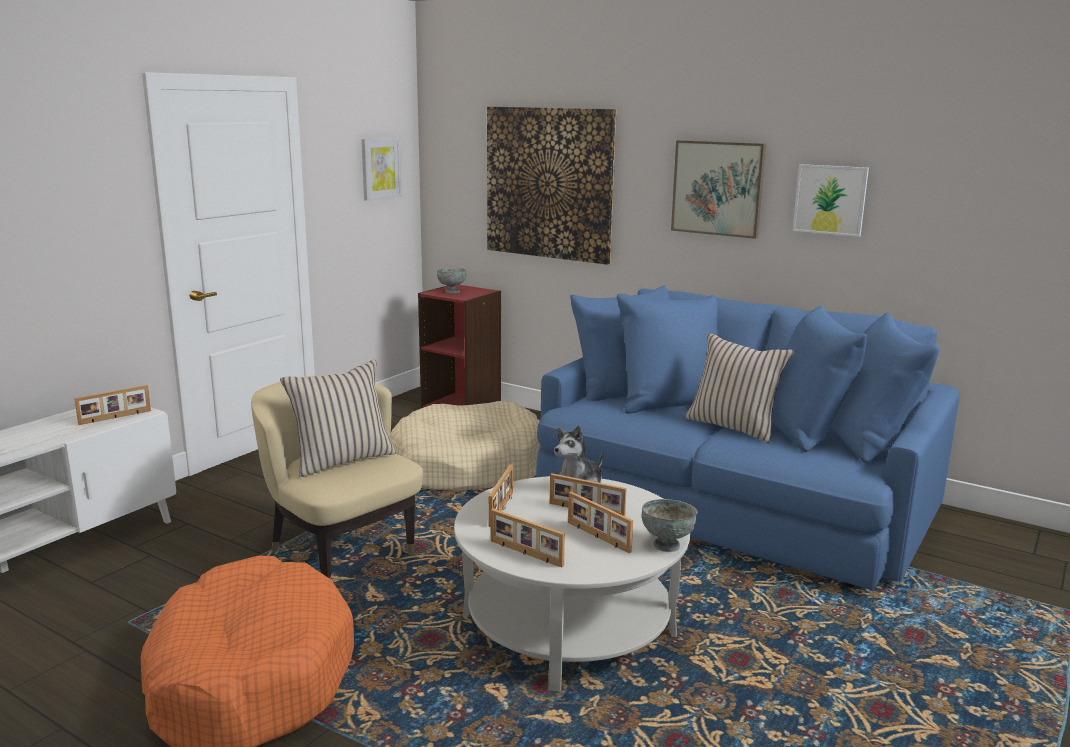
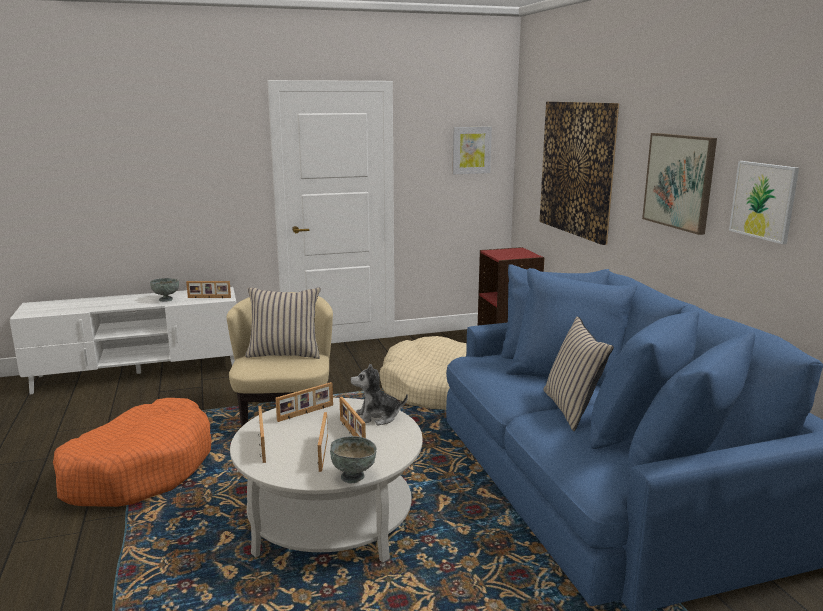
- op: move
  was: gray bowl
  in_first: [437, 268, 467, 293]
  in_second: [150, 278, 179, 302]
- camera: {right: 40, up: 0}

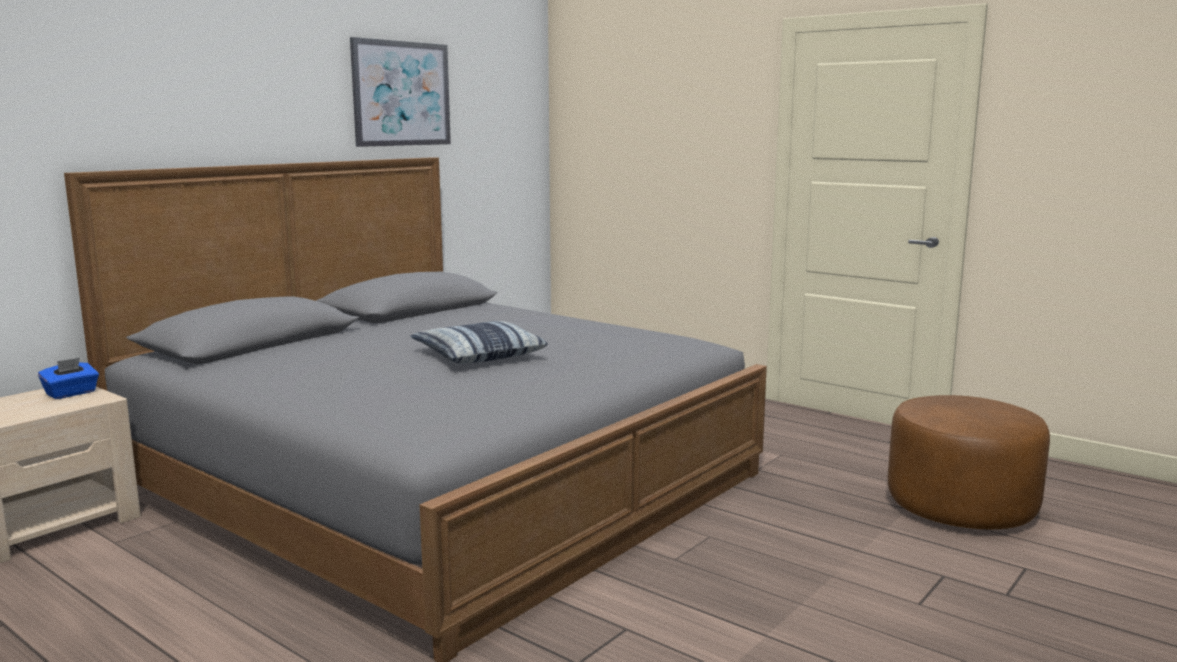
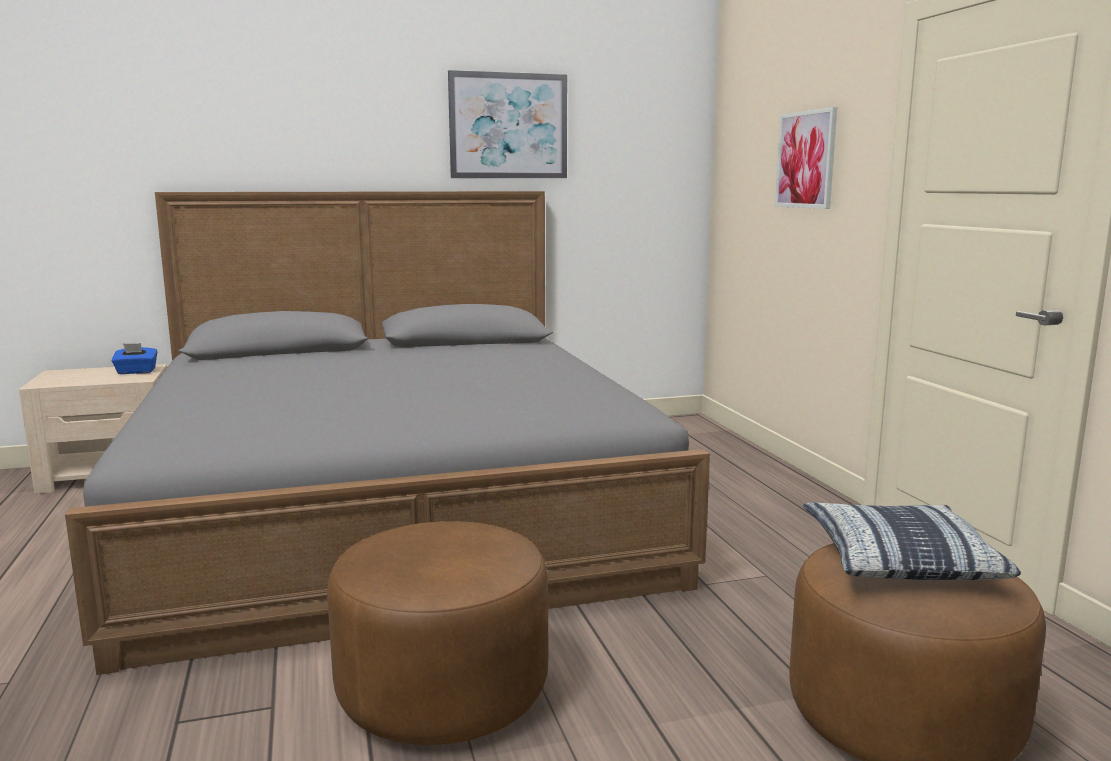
- op: move
  was: pillow
  in_first: [410, 321, 548, 364]
  in_second: [803, 502, 1021, 580]
- op: insert
  now: picture
  in_second: [775, 107, 837, 209]
- op: insert
  now: brown ottoman
  in_second: [327, 521, 548, 745]
- camera: {right: 35, up: 0}

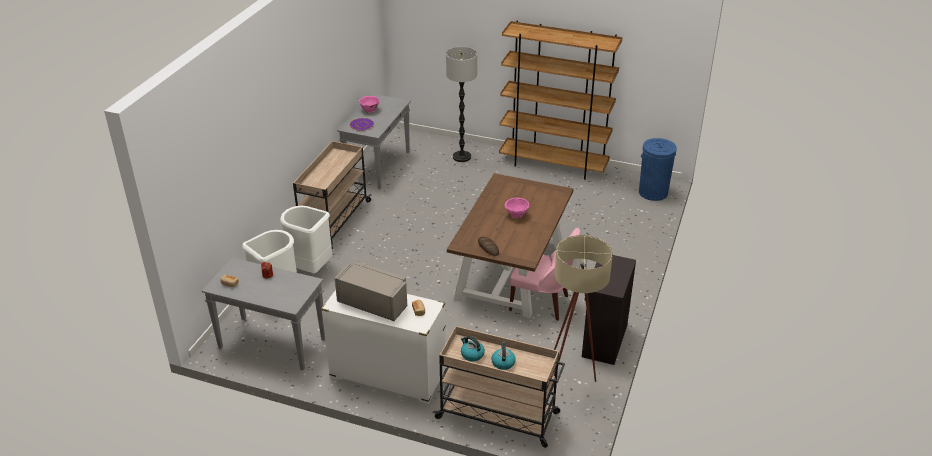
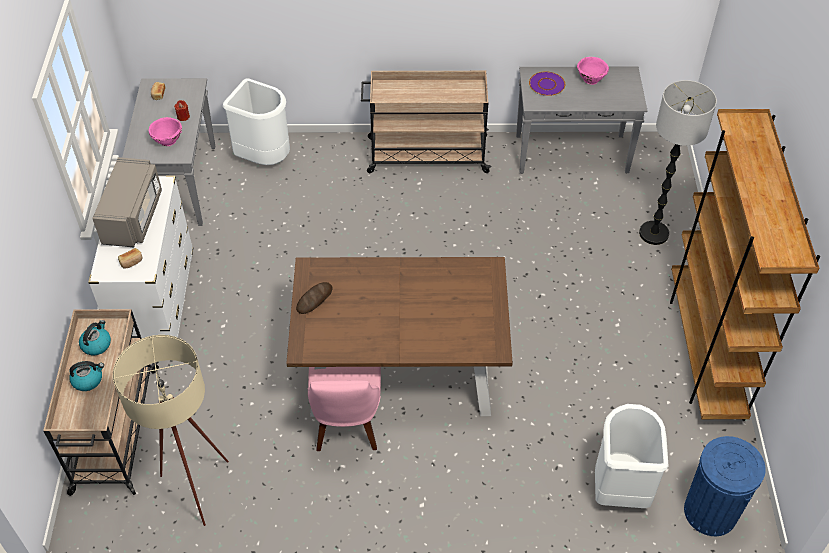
- op: move
  was: pink-coloured bowl
  in_first: [505, 198, 529, 218]
  in_second: [149, 117, 182, 146]
- op: move
  was: white-coloured waste bin
  in_first: [280, 206, 332, 274]
  in_second: [595, 404, 669, 508]
- op: delete
  was: black storage cabinet
  in_first: [582, 255, 636, 365]
- camera: {right: 70, up: 15}

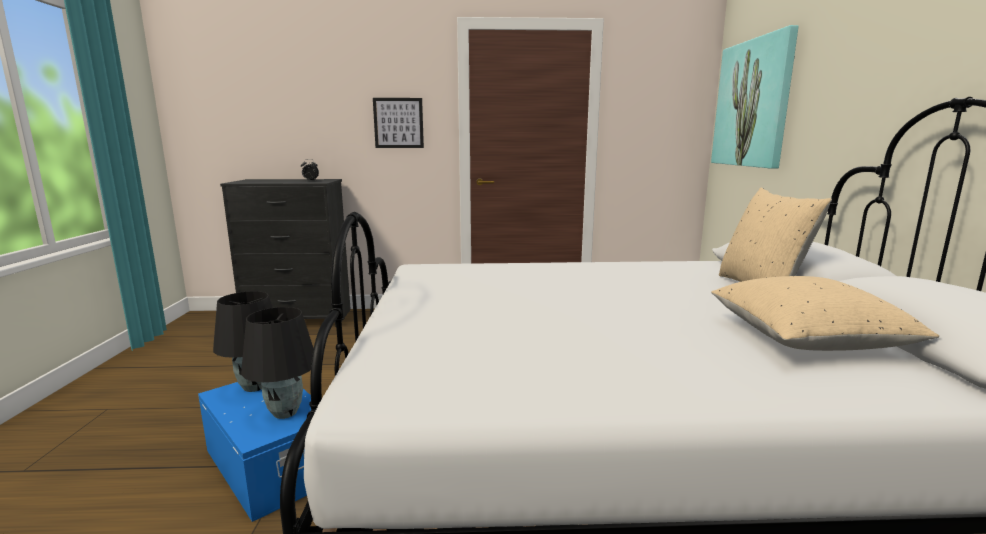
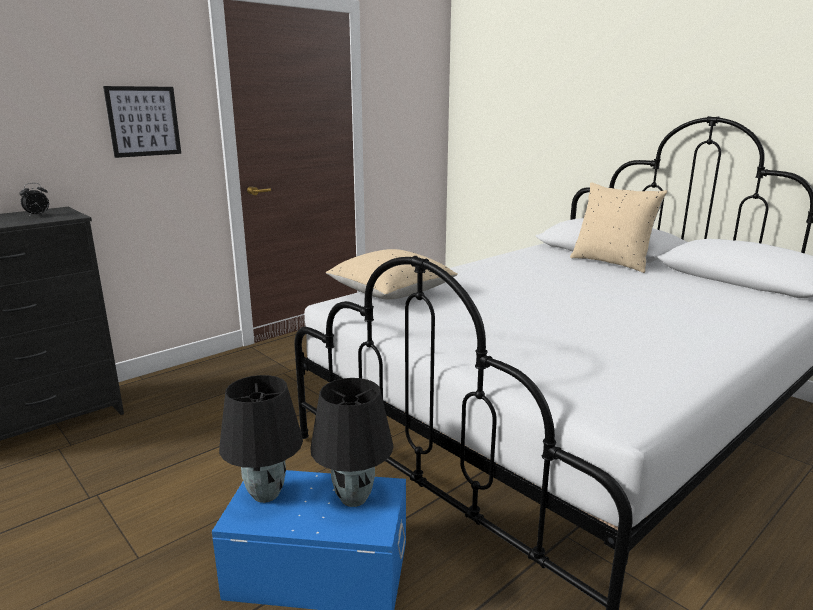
- op: delete
  was: picture
  in_first: [711, 25, 799, 169]
- op: move
  was: beige pillow
  in_first: [711, 276, 939, 351]
  in_second: [326, 249, 458, 300]
- camera: {right: -40, up: 5}

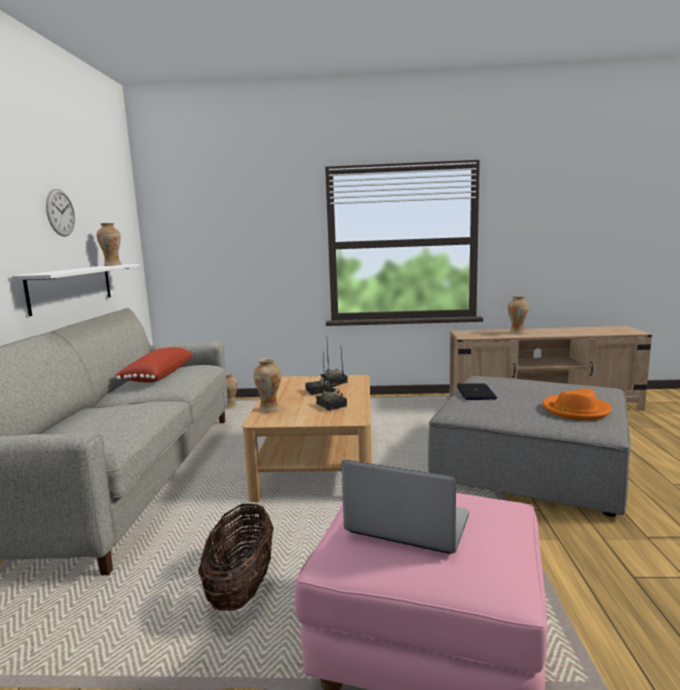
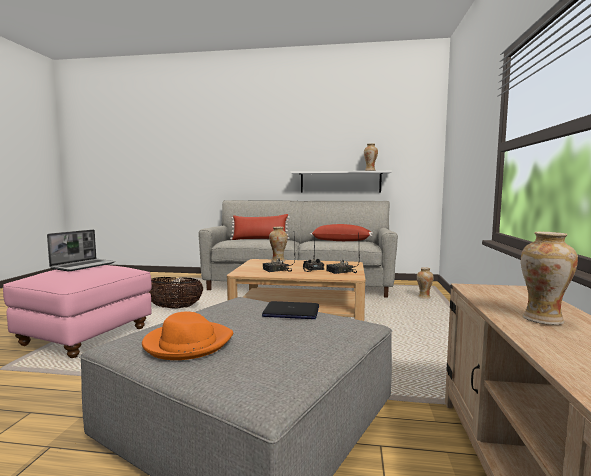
- op: delete
  was: clock on the wall
  in_first: [46, 189, 75, 237]
- op: insert
  now: red-coloured pillow
  in_second: [230, 214, 290, 240]
- camera: {right: 95, up: -5}

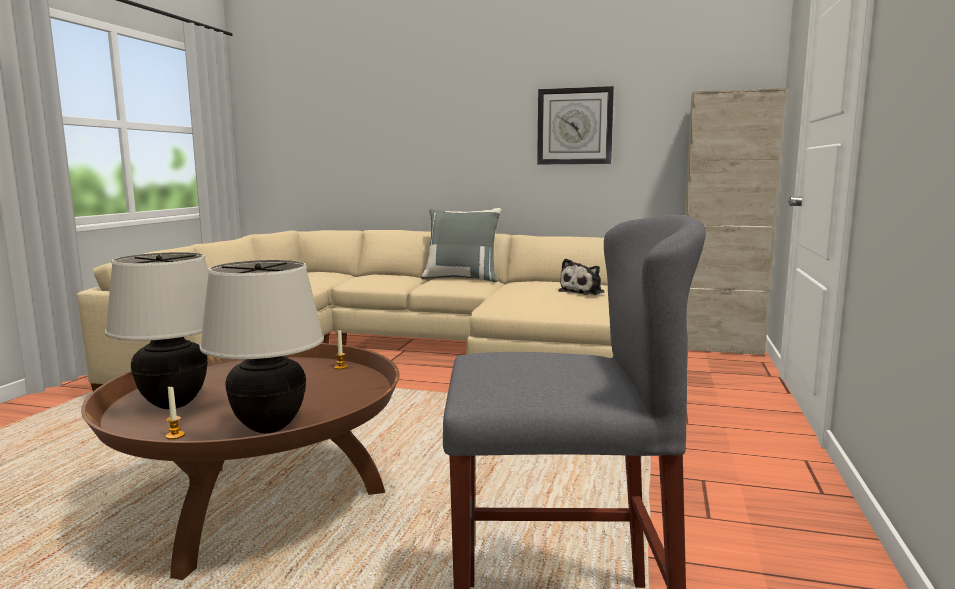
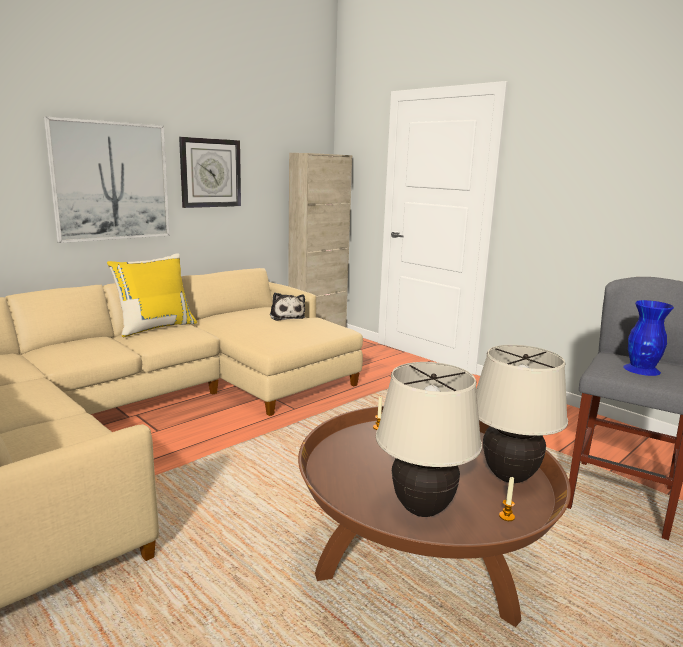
- op: recolor
  was: gray pillow
  now: yellowish pillow
  in_first: [421, 208, 501, 282]
  in_second: [107, 253, 197, 338]
- op: insert
  now: picture
  in_second: [44, 116, 170, 243]
- op: insert
  now: blue-coloured flower vase
  in_second: [623, 300, 674, 376]
- camera: {right: -60, up: 5}

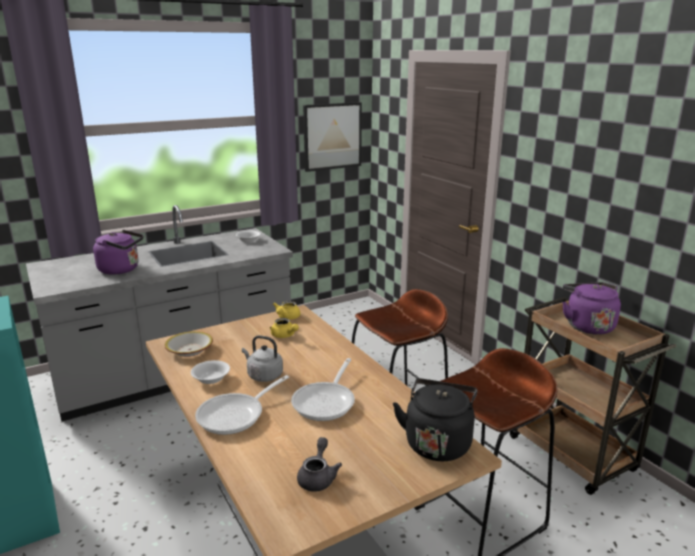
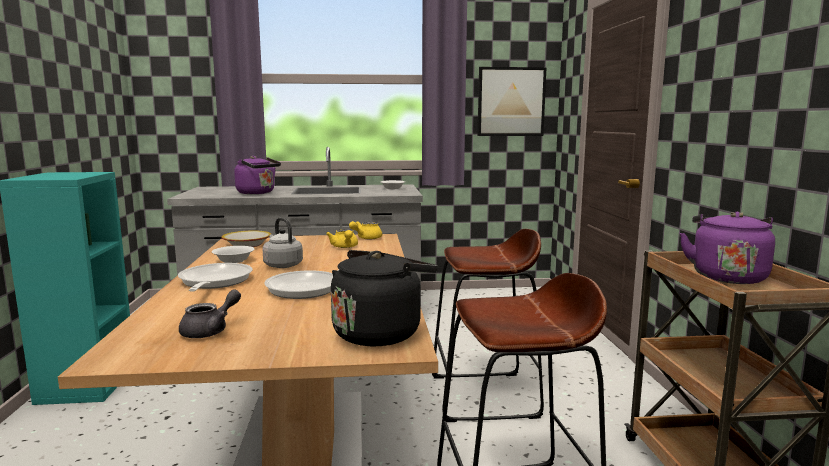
- op: rotate
  was: skillet
  in_first: [195, 375, 289, 435]
  in_second: [178, 263, 253, 292]
  clockwise: 105
- camera: {right: 25, up: -10}

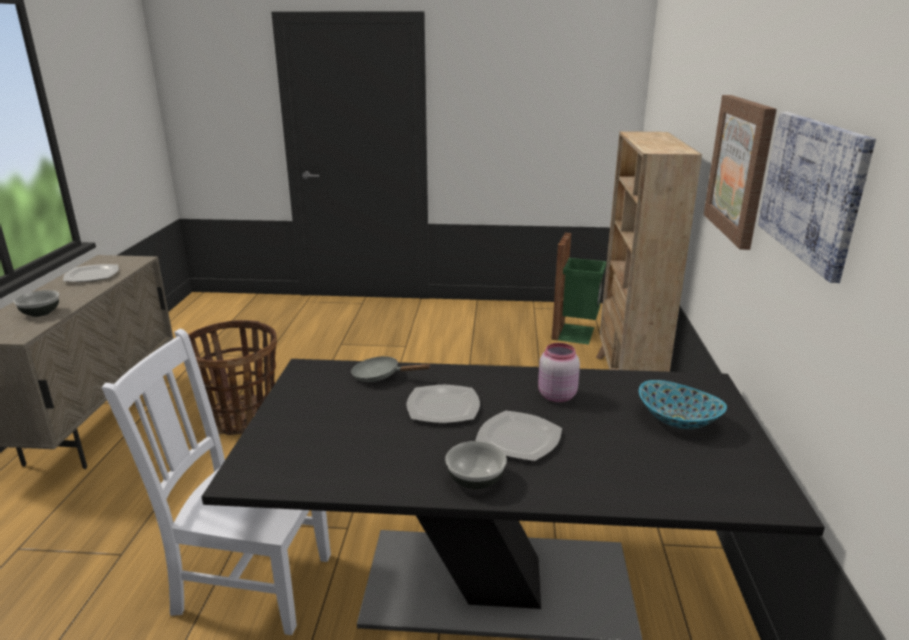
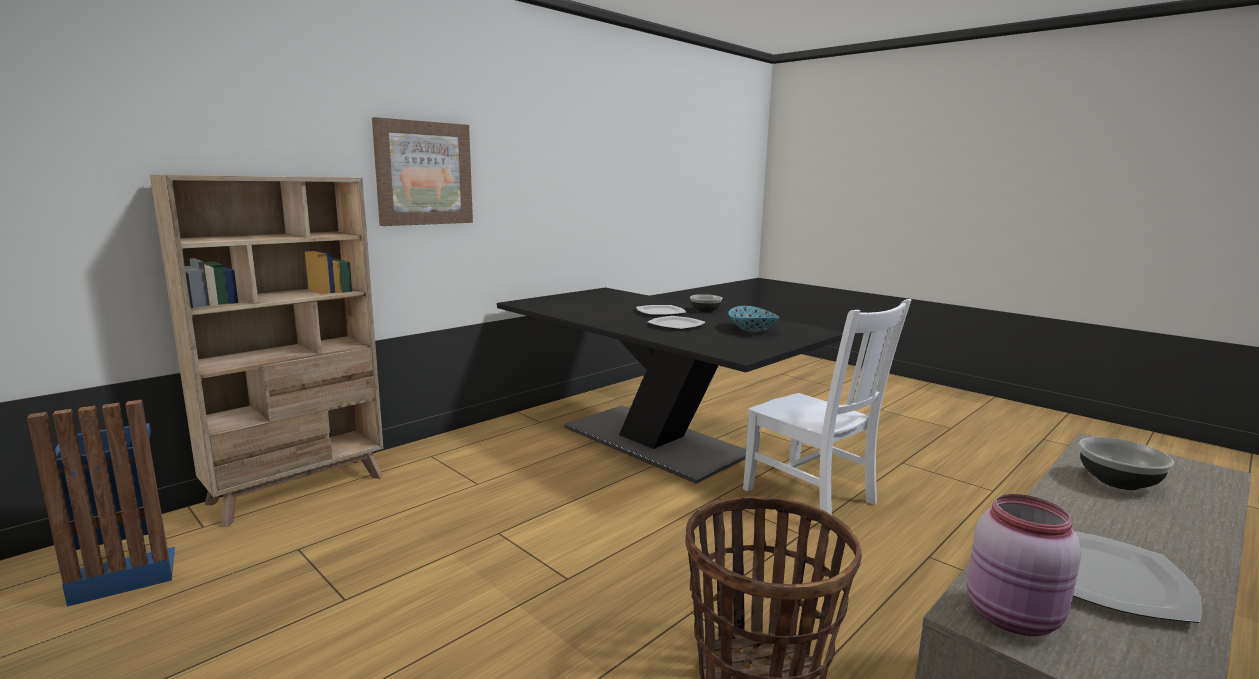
- op: delete
  was: picture
  in_first: [758, 112, 876, 283]
- op: recolor
  was: greenish waste bin
  now: blue-coloured waste bin
  in_first: [551, 233, 606, 345]
  in_second: [27, 400, 175, 607]
- op: move
  was: pink-coloured jar
  in_first: [538, 343, 580, 402]
  in_second: [967, 494, 1081, 636]
- op: delete
  was: gray skillet
  in_first: [351, 356, 430, 382]
- op: move
  was: bowl
  in_first: [639, 380, 727, 429]
  in_second: [728, 306, 779, 333]
- camera: {right: -140, up: -10}

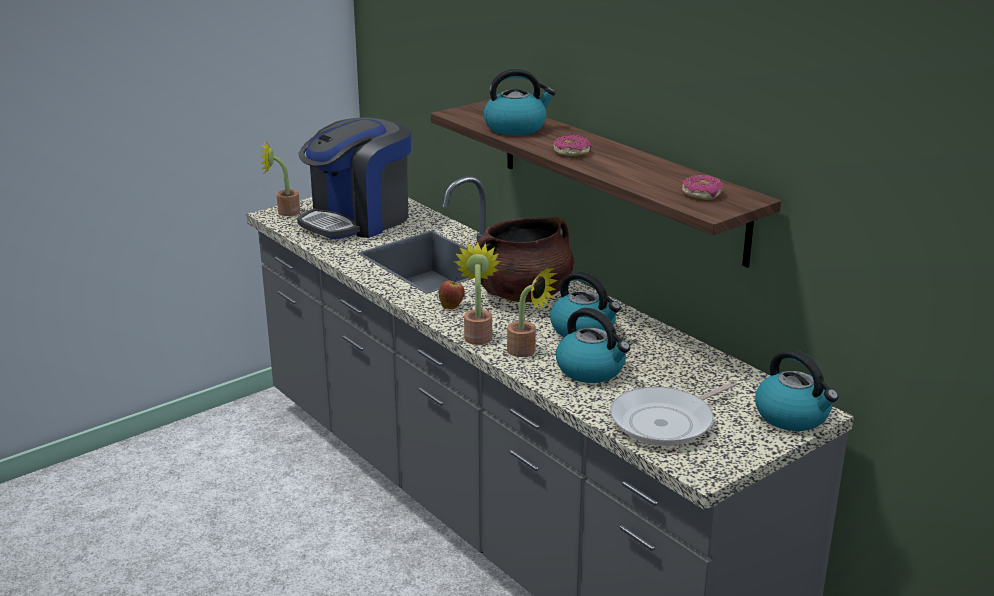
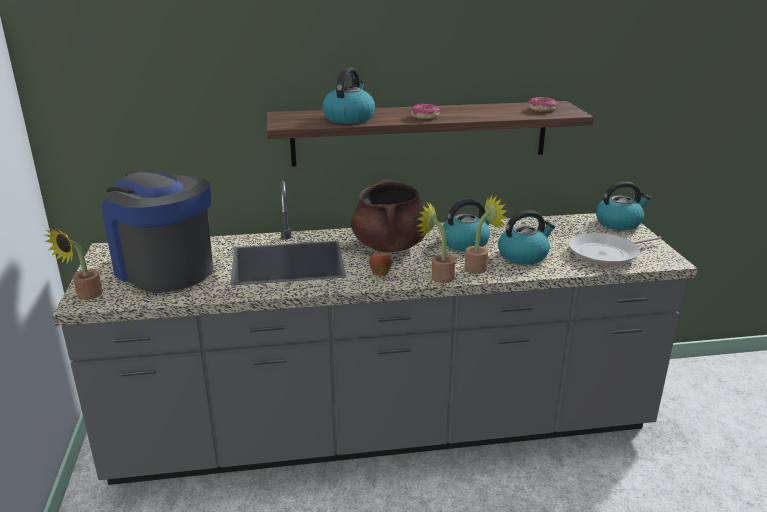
- op: rotate
  was: coffee machine
  in_first: [297, 117, 411, 239]
  in_second: [102, 171, 213, 293]
  clockwise: 150
- op: rotate
  was: skillet
  in_first: [610, 381, 737, 446]
  in_second: [568, 232, 661, 266]
  clockwise: 75
- camera: {right: -60, up: 0}

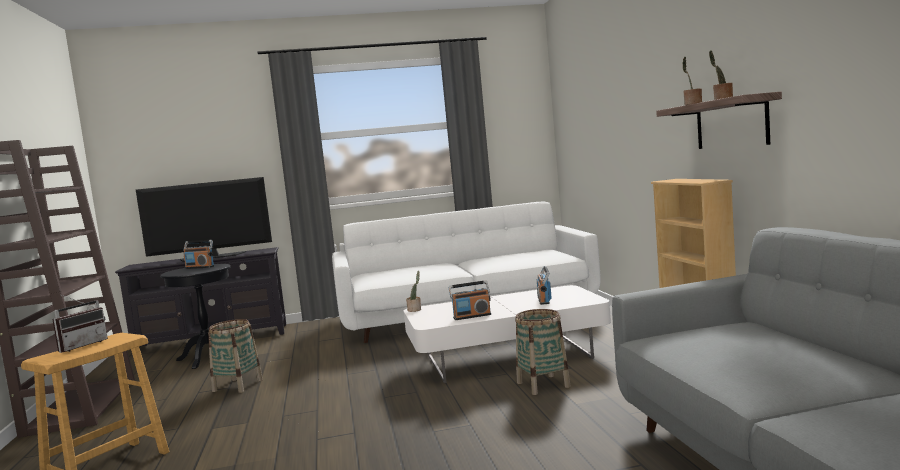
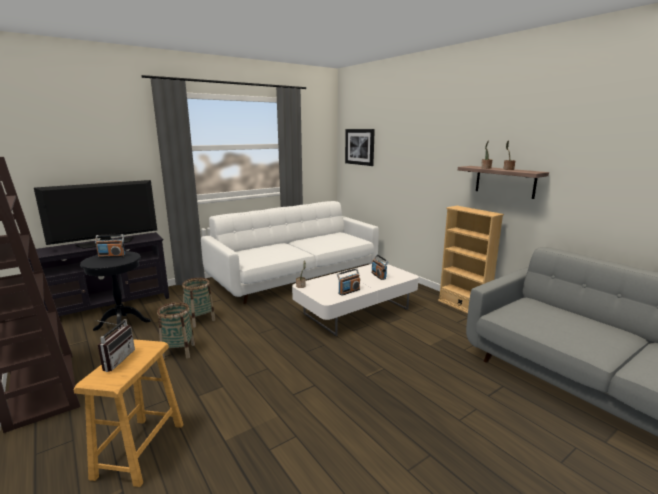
- op: move
  was: household basket
  in_first: [515, 309, 571, 395]
  in_second: [182, 278, 215, 328]
- op: insert
  now: picture
  in_second: [345, 129, 375, 166]
- camera: {right: -25, up: 10}

